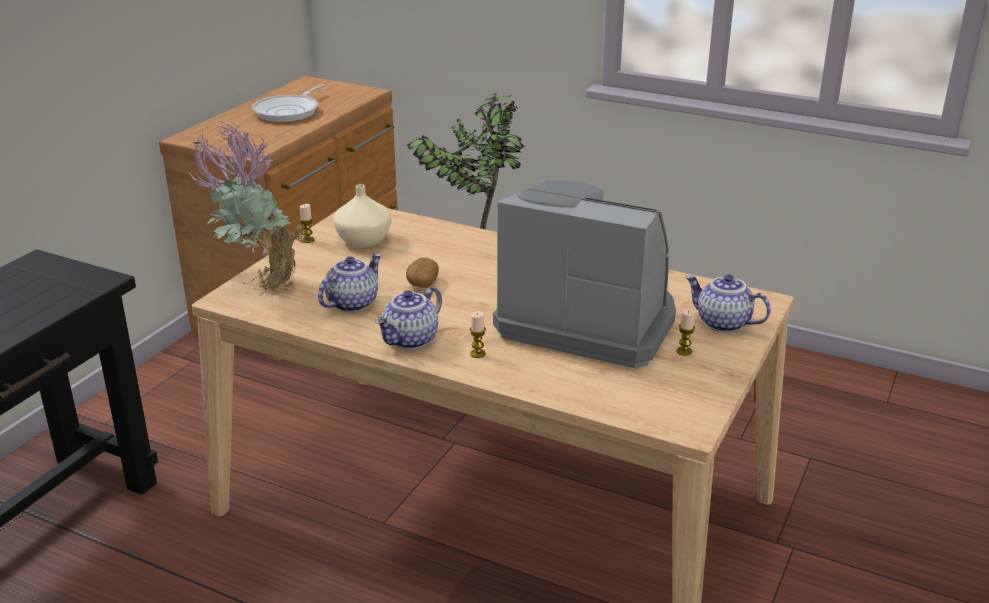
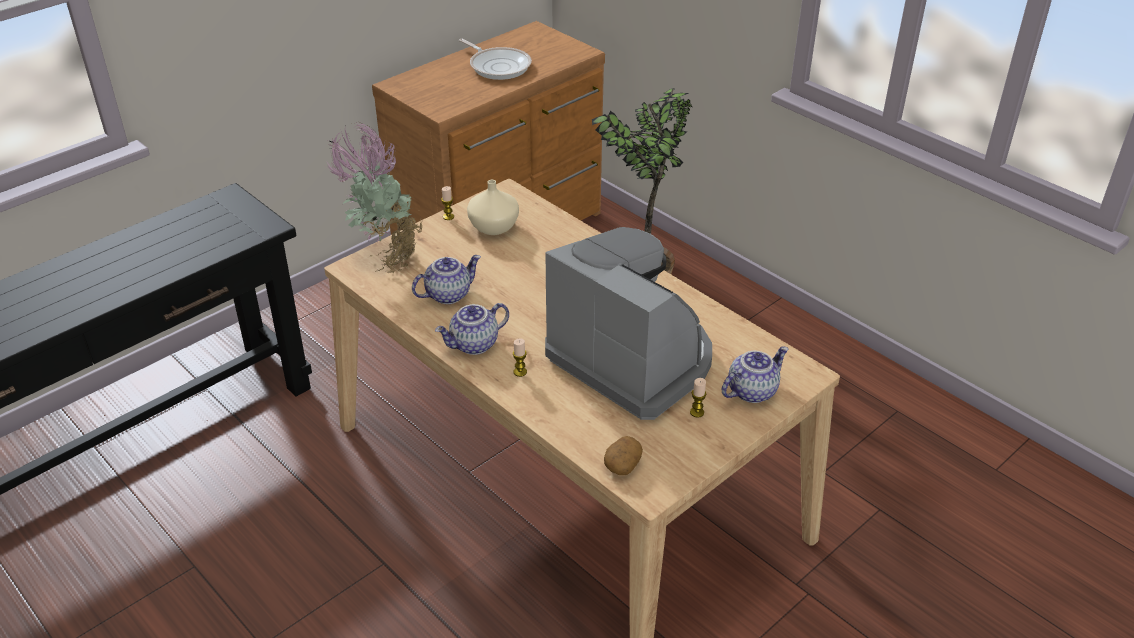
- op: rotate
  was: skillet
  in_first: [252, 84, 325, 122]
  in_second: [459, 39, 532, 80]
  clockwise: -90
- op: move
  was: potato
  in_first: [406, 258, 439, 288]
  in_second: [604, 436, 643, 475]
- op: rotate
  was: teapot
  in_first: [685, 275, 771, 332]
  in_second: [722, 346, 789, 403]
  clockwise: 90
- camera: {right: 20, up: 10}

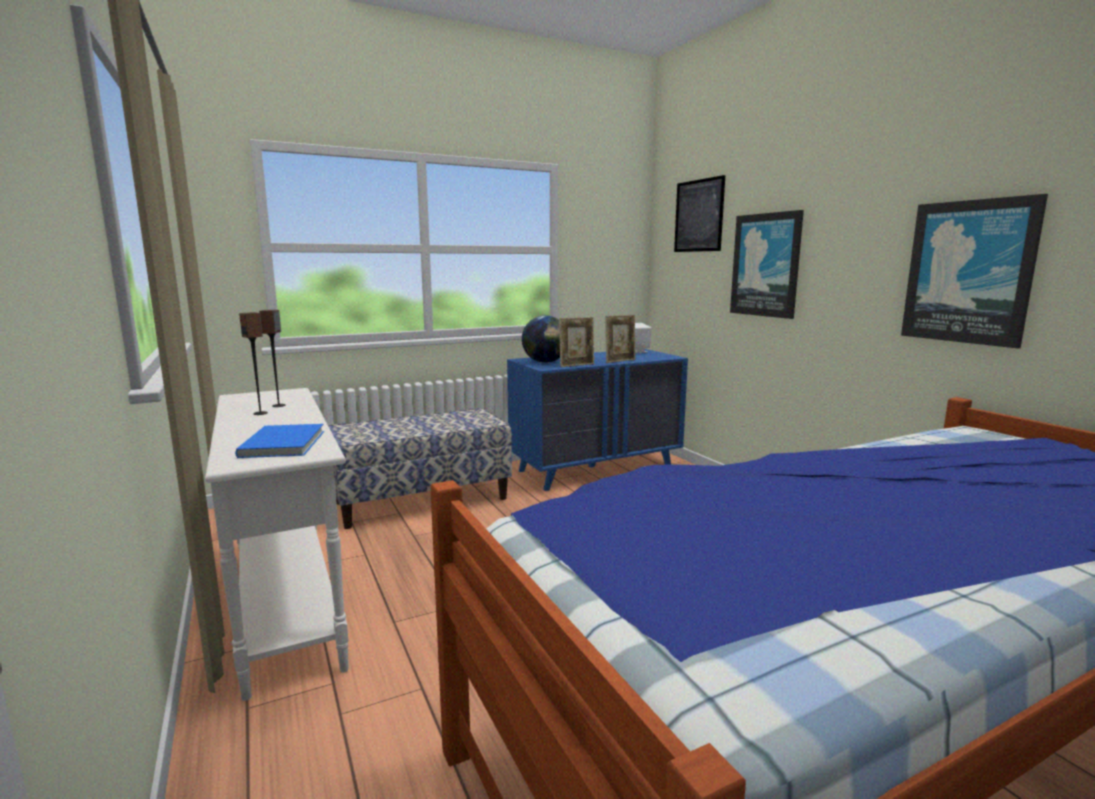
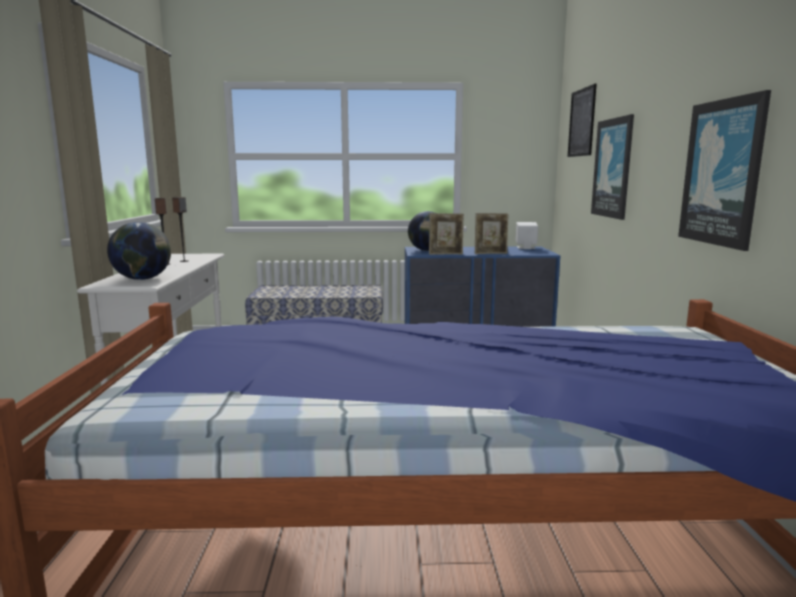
- op: replace
  was: blue-coloured bound book
  now: desk globe
  in_first: [235, 424, 324, 458]
  in_second: [107, 222, 171, 280]
- camera: {right: 25, up: 0}

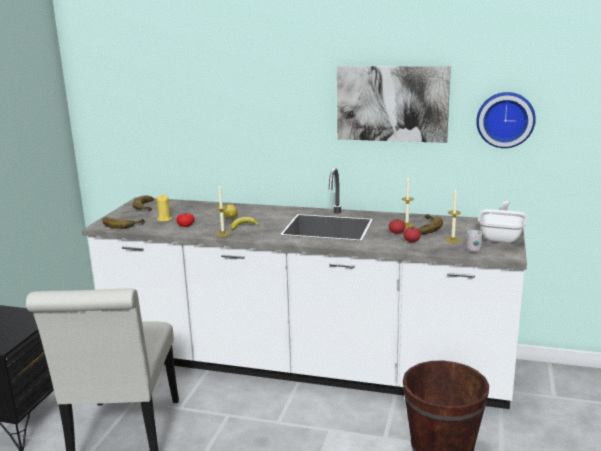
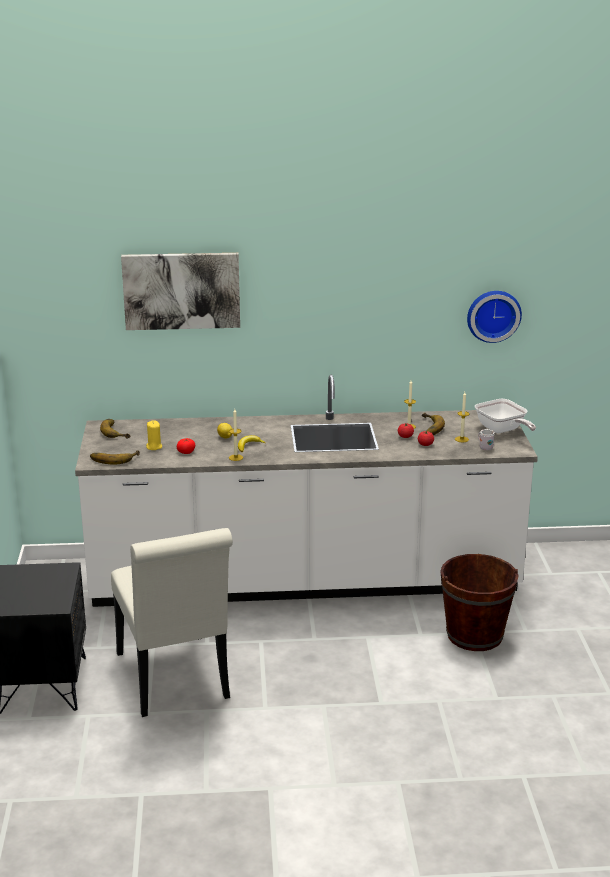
- op: move
  was: picture
  in_first: [337, 66, 451, 143]
  in_second: [121, 253, 240, 330]
- op: rotate
  was: skillet
  in_first: [478, 201, 527, 243]
  in_second: [475, 399, 536, 433]
  clockwise: 150
- camera: {right: -20, up: 5}

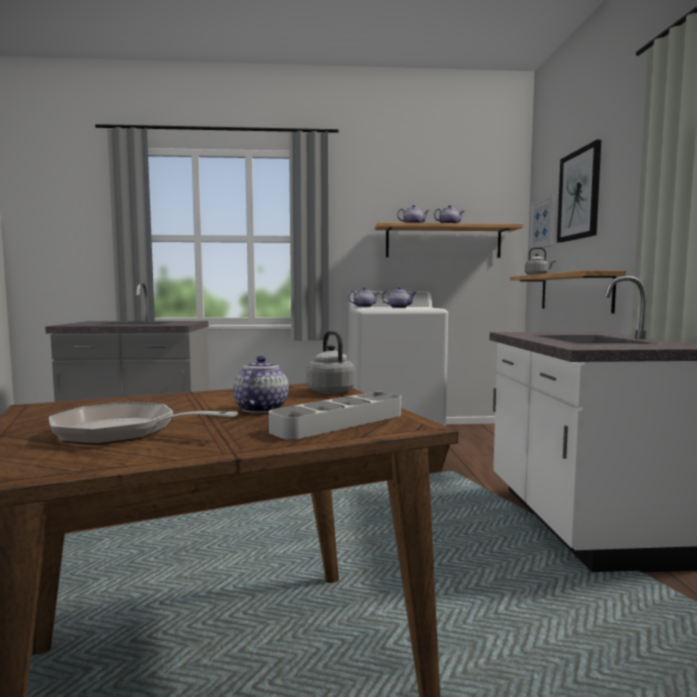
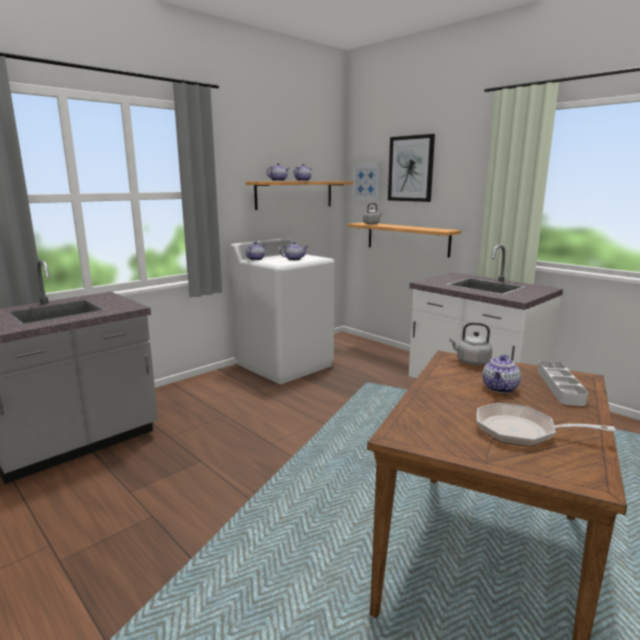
- op: rotate
  was: teapot
  in_first: [233, 356, 289, 413]
  in_second: [482, 355, 521, 393]
  clockwise: -120
- op: rotate
  was: skillet
  in_first: [49, 402, 238, 445]
  in_second: [477, 403, 616, 447]
  clockwise: 45
- camera: {right: -40, up: 10}

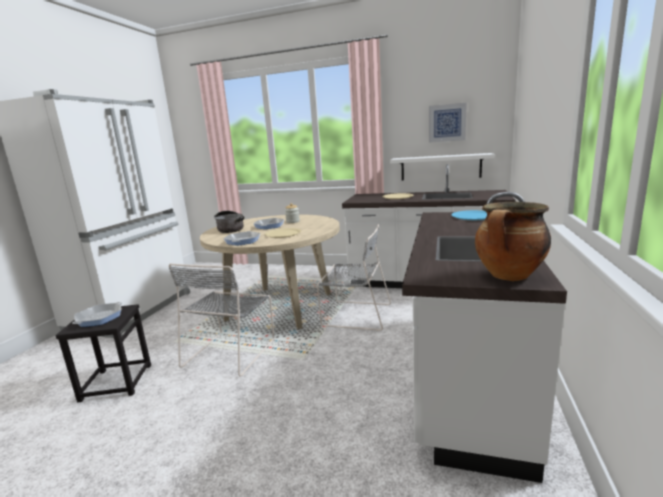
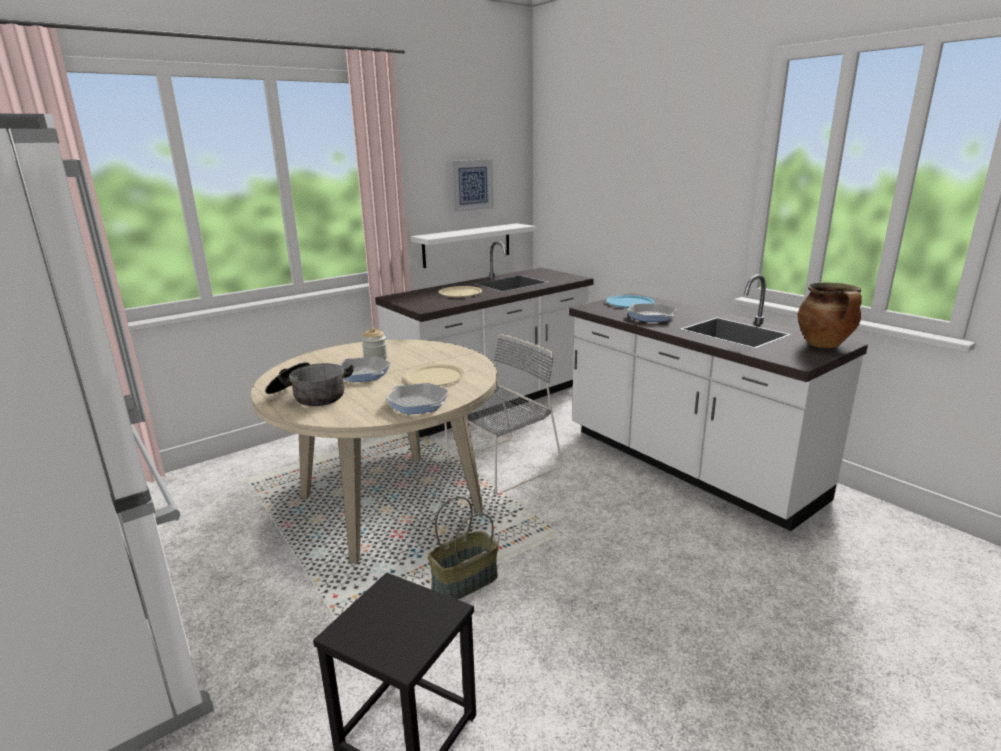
- op: replace
  was: gray upright chair
  now: household basket
  in_first: [169, 263, 274, 376]
  in_second: [428, 496, 499, 600]
- op: move
  was: skillet
  in_first: [72, 302, 122, 327]
  in_second: [627, 304, 677, 322]
- camera: {right: -55, up: 5}

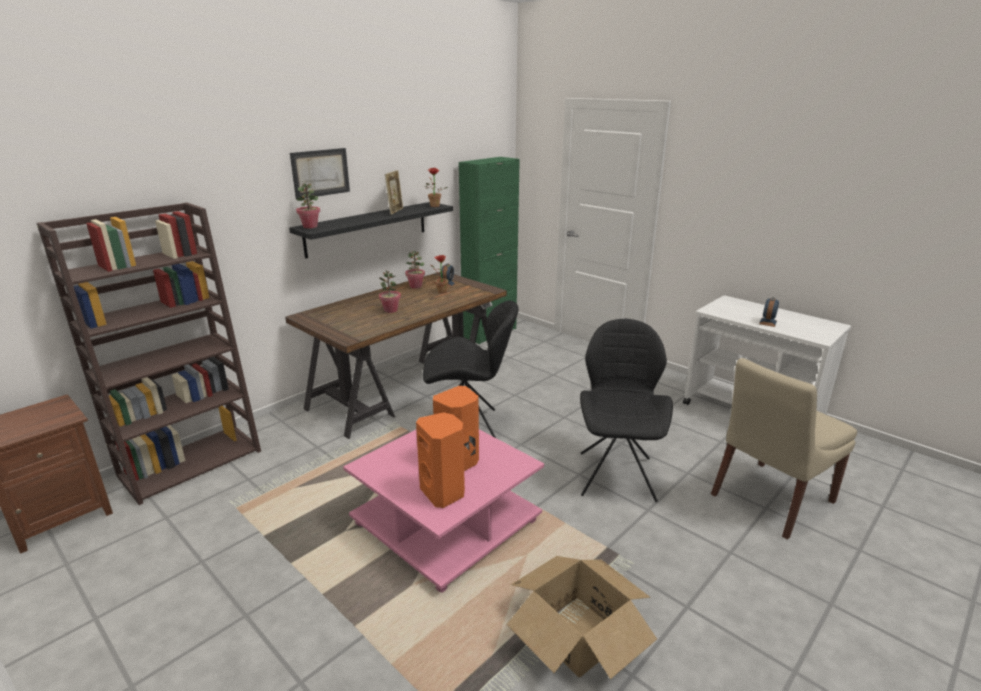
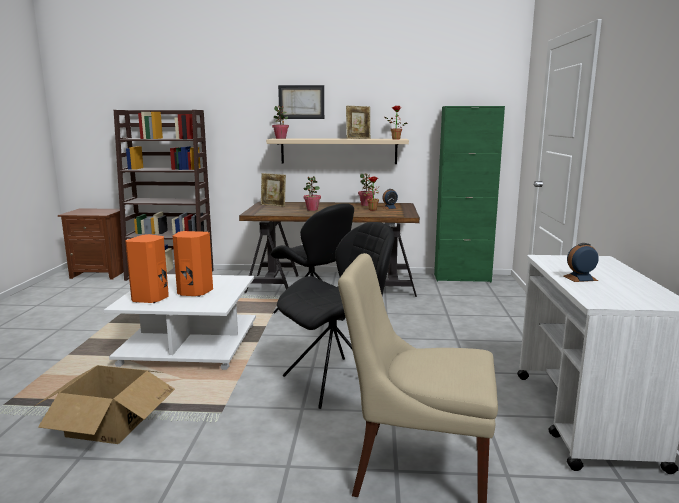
- op: recolor
  was: black wall shelf
  now: beige wall shelf
  in_first: [289, 202, 453, 259]
  in_second: [266, 138, 409, 164]
- op: recolor
  was: pink-coloured low table
  now: white-coloured low table
  in_first: [343, 430, 544, 593]
  in_second: [104, 274, 256, 370]
- op: insert
  now: picture frame
  in_second: [261, 173, 286, 207]
- camera: {right: 50, up: -10}

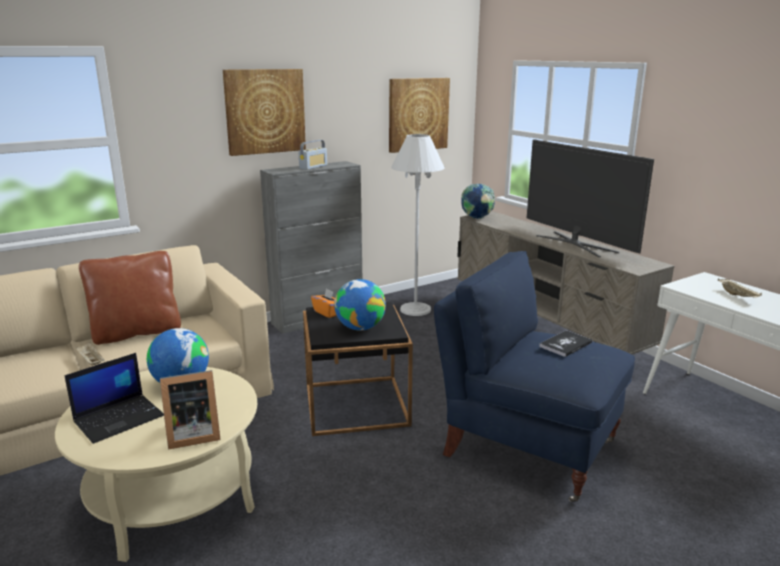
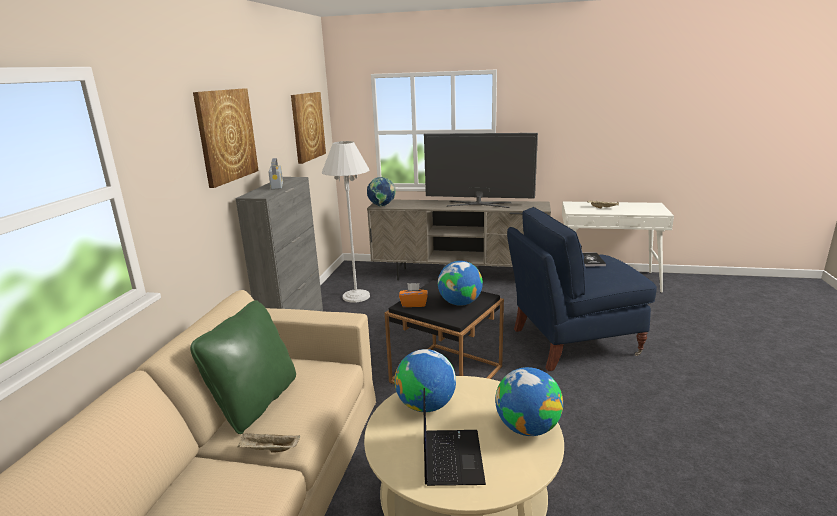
- op: recolor
  was: brown pillow
  now: greenish pillow
  in_first: [79, 251, 181, 345]
  in_second: [190, 300, 296, 434]
- op: replace
  was: picture frame
  now: desk globe
  in_first: [160, 370, 221, 450]
  in_second: [495, 367, 563, 436]
- camera: {right: -45, up: 0}

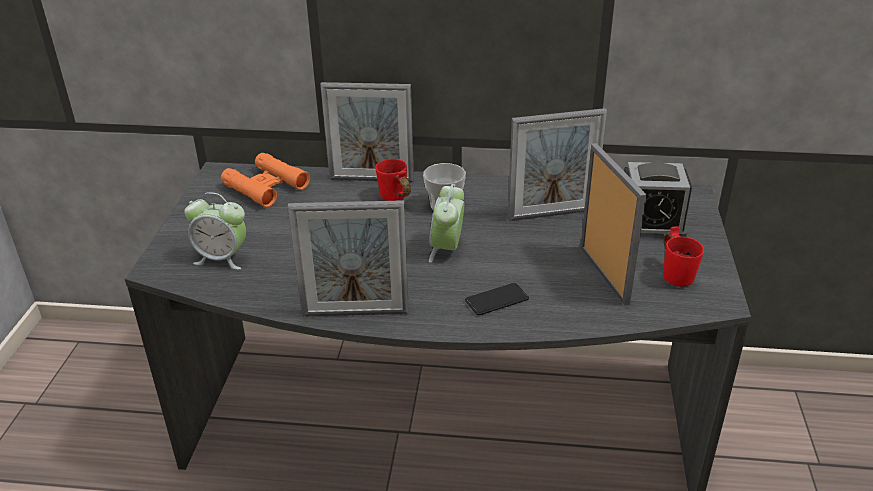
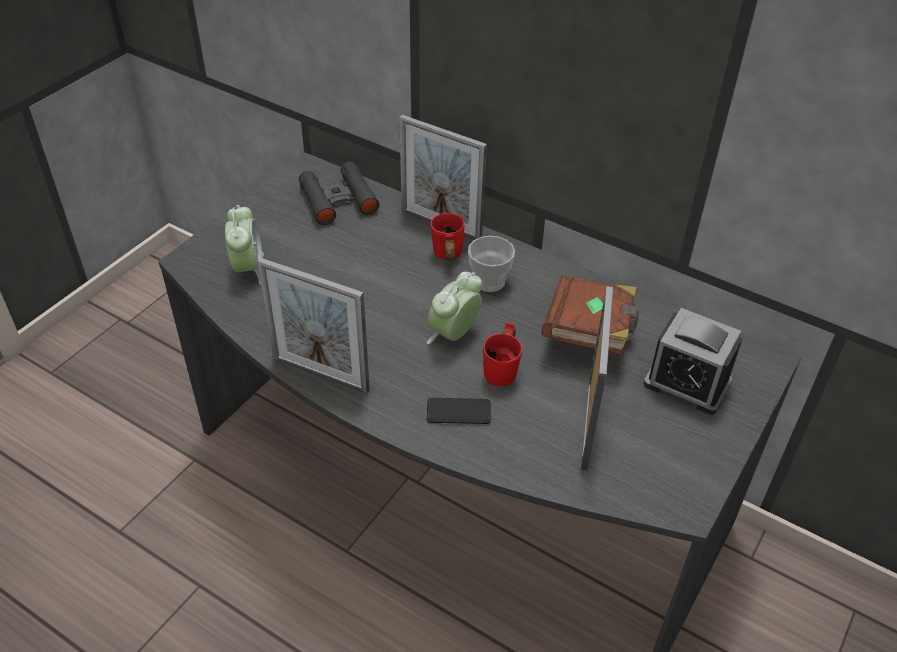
- op: replace
  was: picture frame
  now: brown bound book
  in_first: [508, 108, 607, 221]
  in_second: [542, 275, 639, 355]
- op: recolor
  was: orange-coloured binoculars
  now: black binoculars
  in_first: [221, 153, 310, 207]
  in_second: [299, 162, 379, 225]
- op: rotate
  was: alarm clock
  in_first: [184, 192, 246, 270]
  in_second: [225, 205, 264, 285]
  clockwise: -135
- op: move
  was: red-coloured mug
  in_first: [663, 226, 704, 287]
  in_second: [483, 322, 522, 386]
- camera: {right: 25, up: 10}

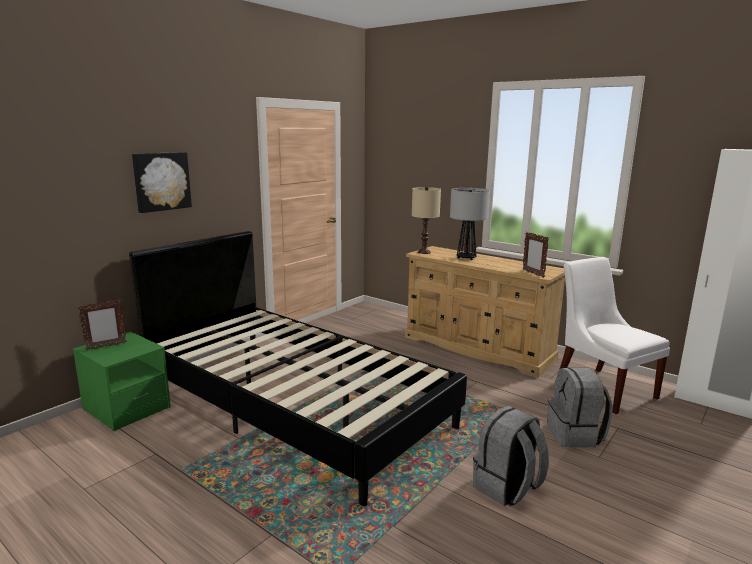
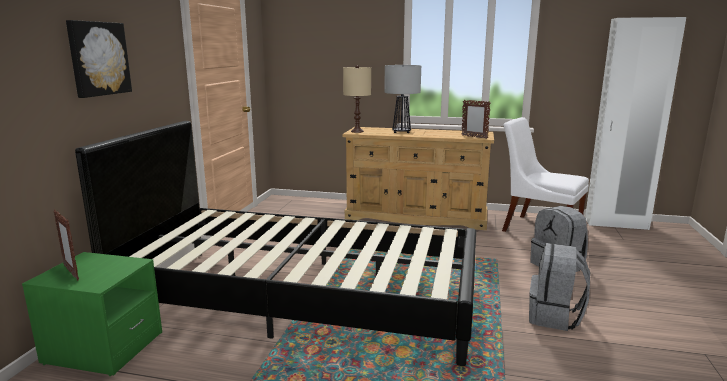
- op: rotate
  was: picture frame
  in_first: [78, 299, 127, 351]
  in_second: [54, 210, 79, 281]
  clockwise: 105
- camera: {right: -25, up: 0}

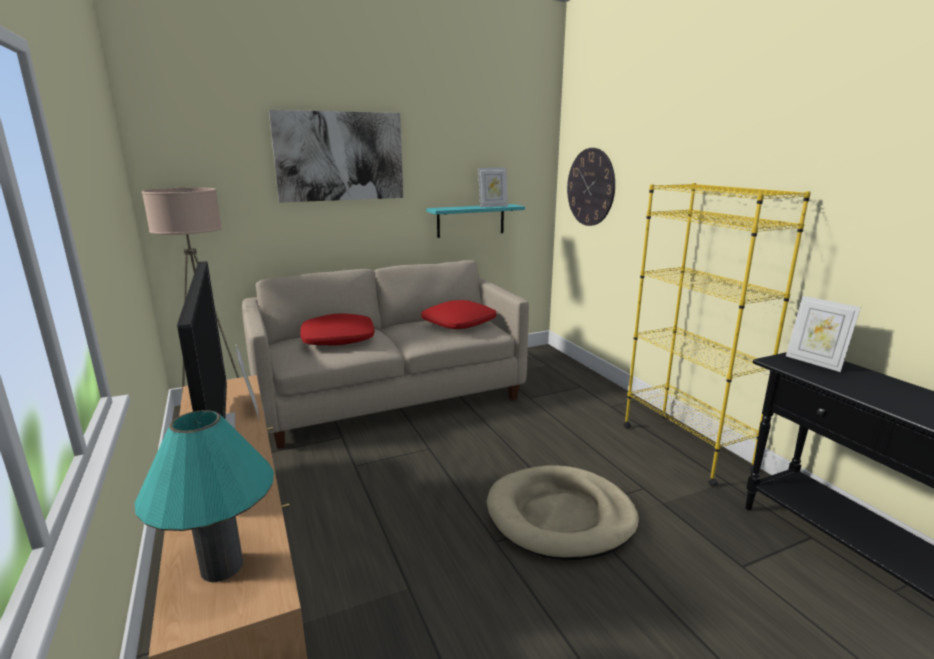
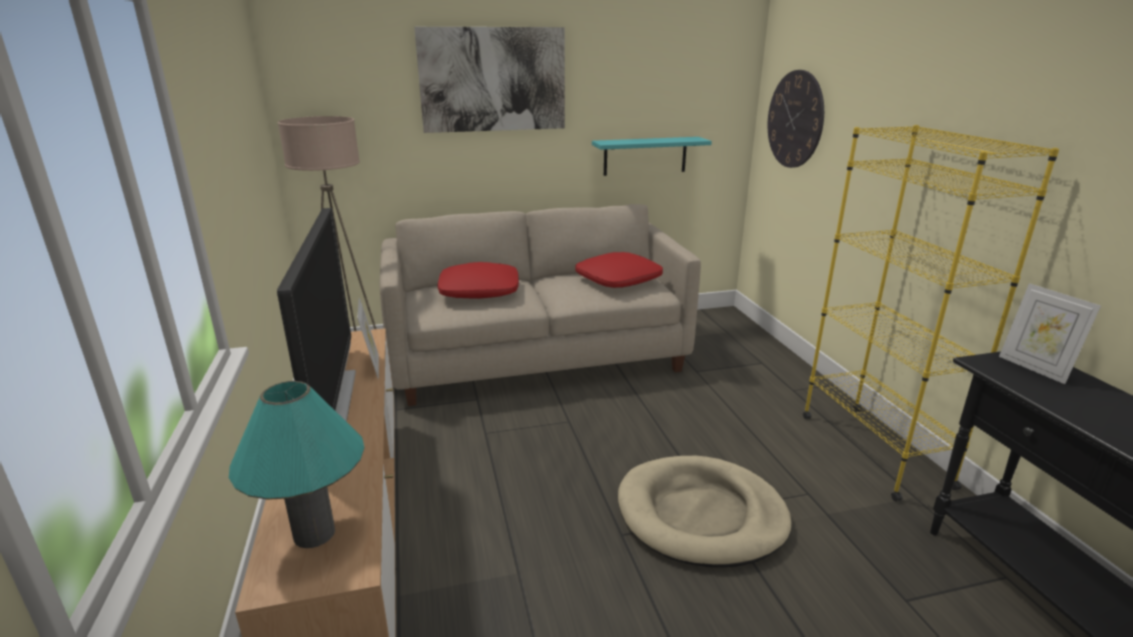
- op: delete
  was: picture frame
  in_first: [478, 168, 508, 207]
- camera: {right: 10, up: 5}

